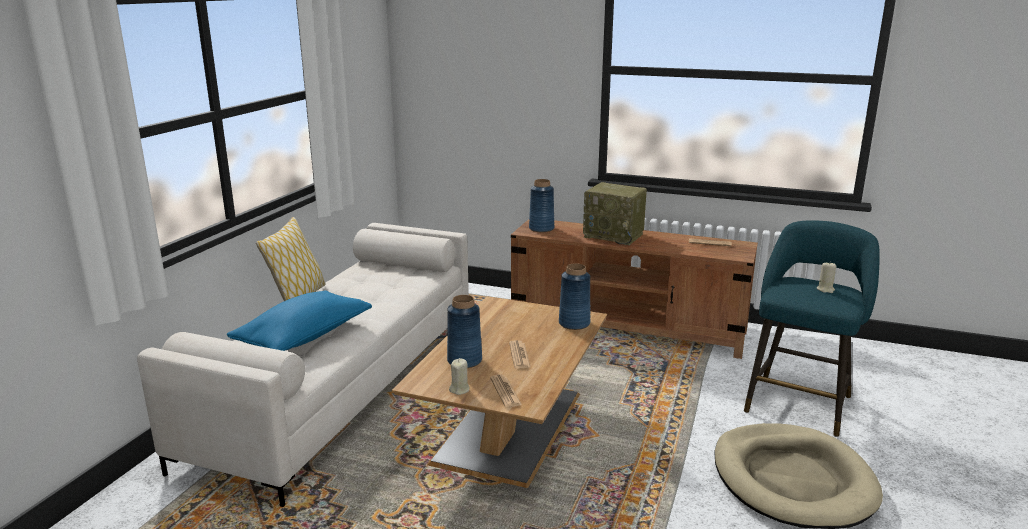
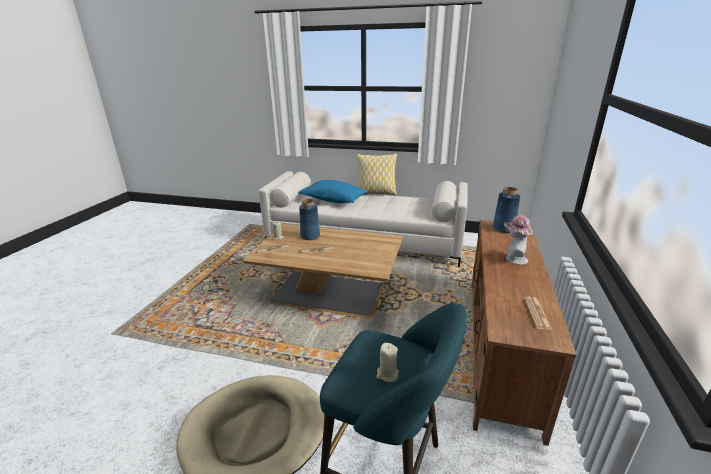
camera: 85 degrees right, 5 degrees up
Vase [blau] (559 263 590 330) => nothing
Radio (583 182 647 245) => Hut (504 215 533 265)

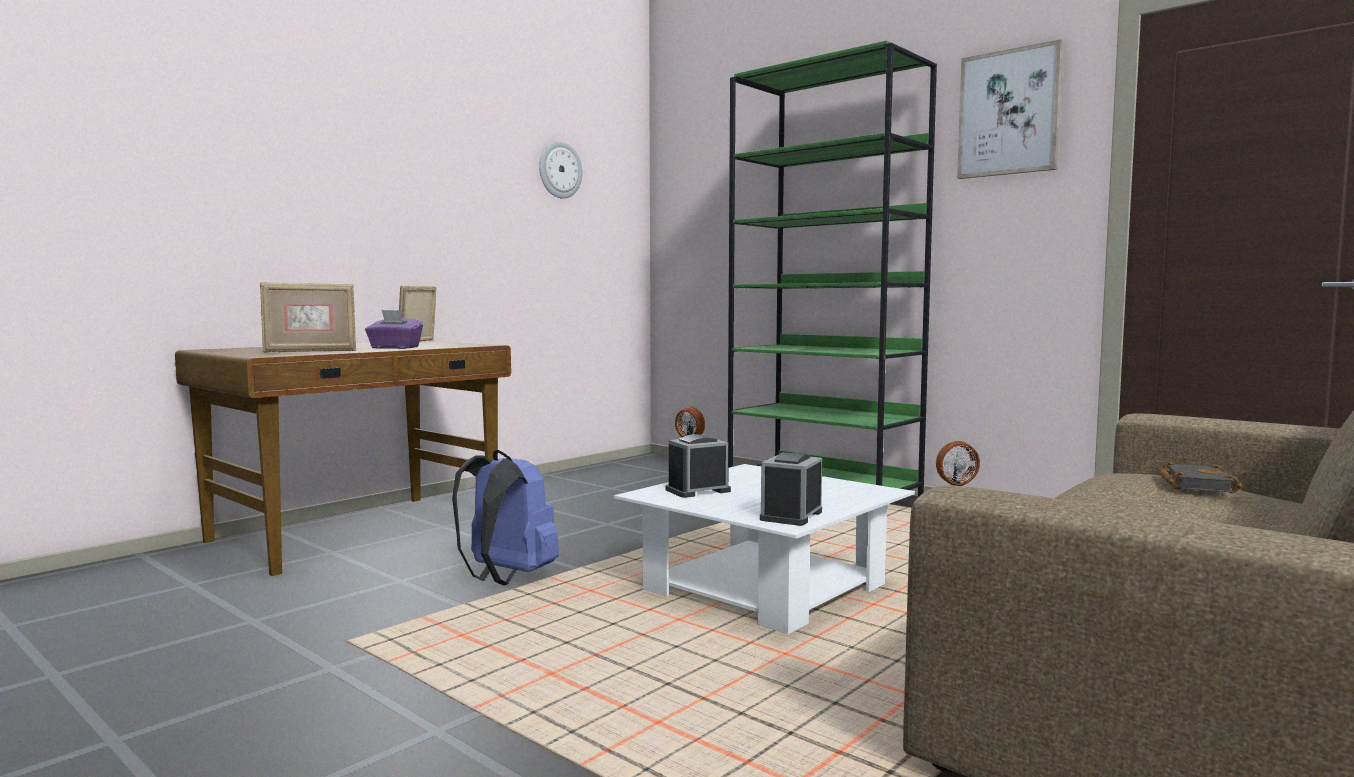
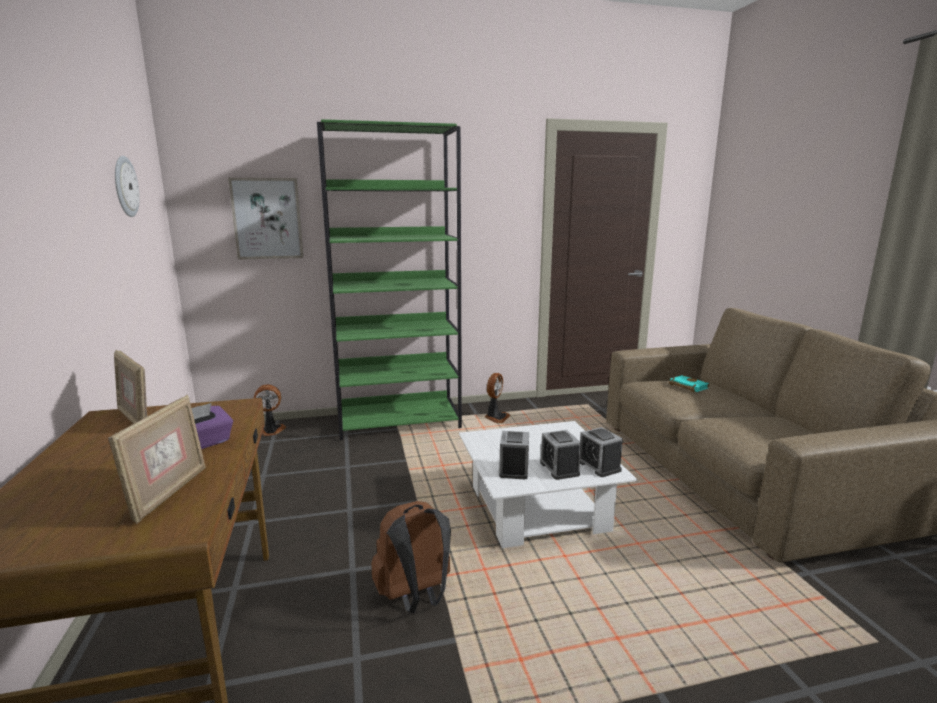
camera: 55 degrees left, 10 degrees up
nothing => Wecker (540 430 581 480)
Bild (957 39 1063 179) => Bild (228 178 304 260), move
Rucksack [blau] (452 449 559 586) => Rucksack [braun] (371 501 451 613)
Buch [schwarz] (1157 461 1243 493) => Buch [türkis] (669 375 710 392)

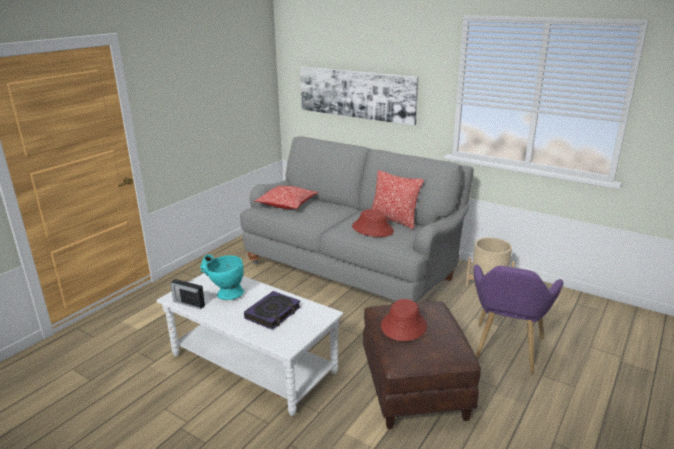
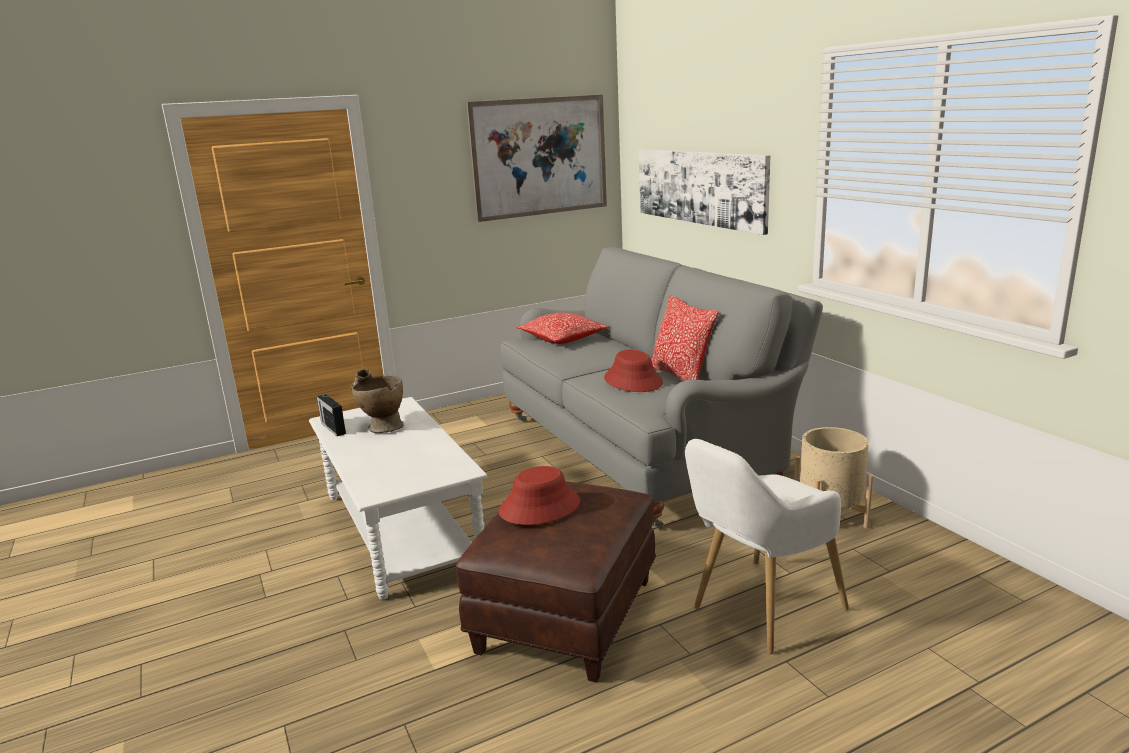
camera: 30 degrees right, 5 degrees down
Buch (244 291 301 330) => nothing
nothing => Bild (467 95 607 222)
Vase [türkis] (200 254 244 300) => Vase [beige] (351 369 404 433)
Sessel [lila] (473 265 564 374) => Sessel [weiß] (685 439 849 654)

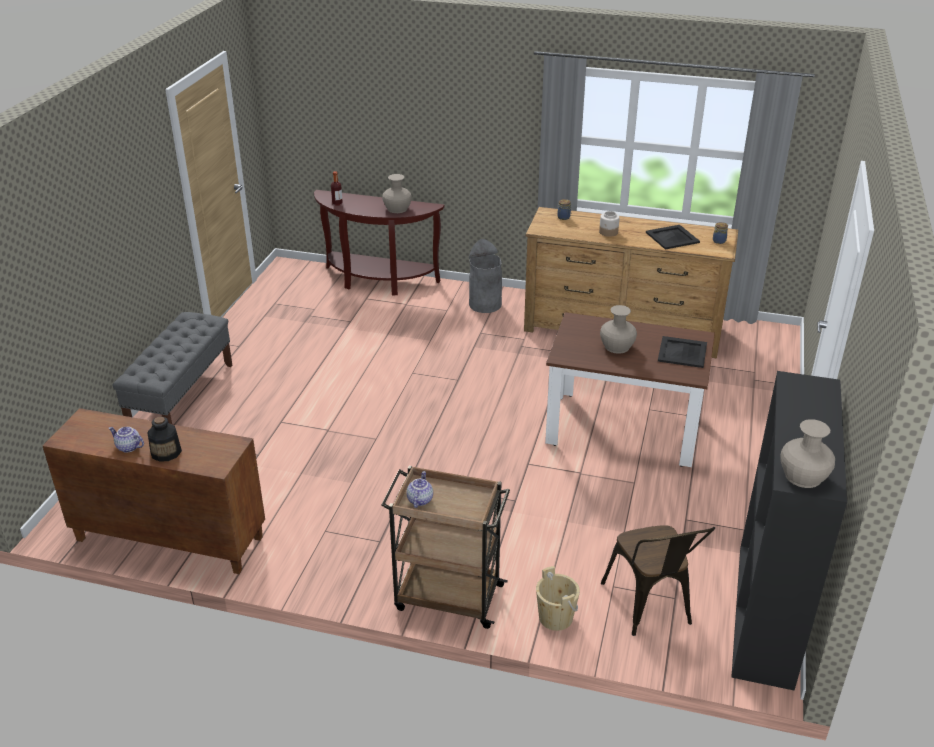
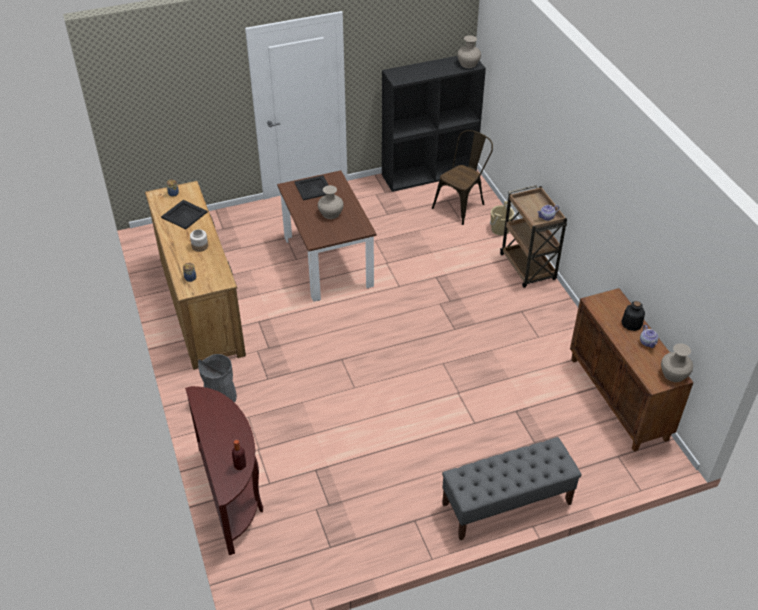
camera: 125 degrees left, 10 degrees up
Vase [beige] (382 174 412 213) => Vase [beige] (661 343 693 382), move

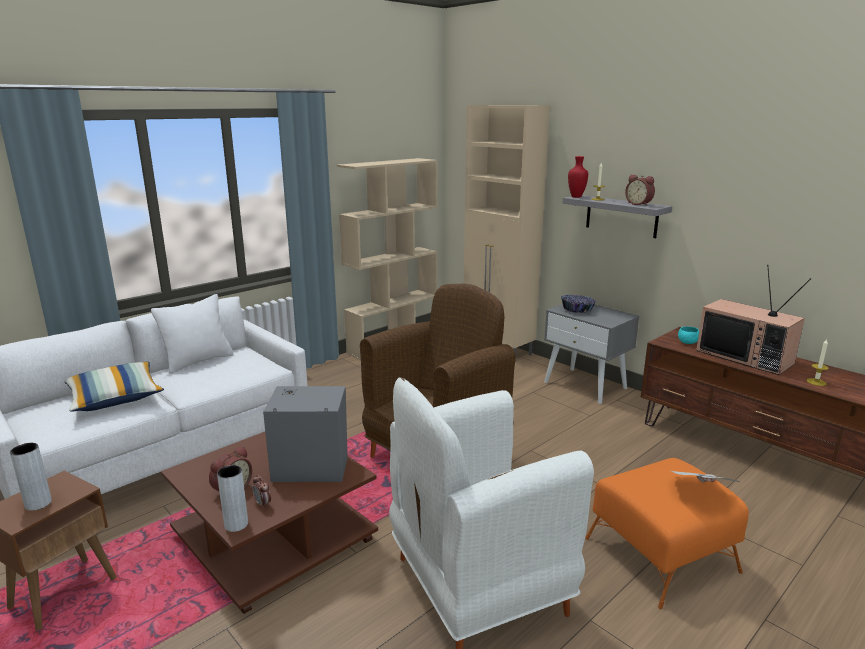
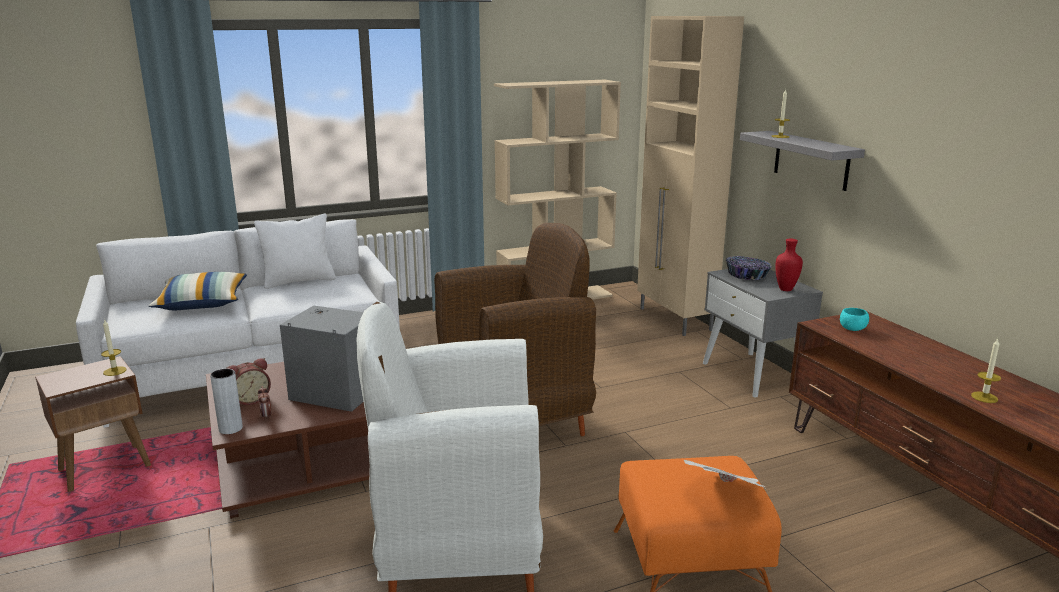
camera: 20 degrees right, 0 degrees up
Vase [grau] (10 443 52 511) => nothing
Wecker (625 175 655 206) => nothing
Fernseher (696 265 811 375) => nothing
nothing => Kerze (101 319 126 376)
Vase [rot] (568 156 588 198) => Vase [rot] (775 239 803 291), move

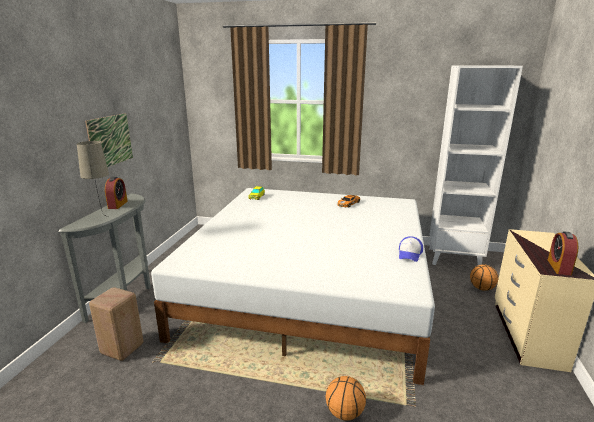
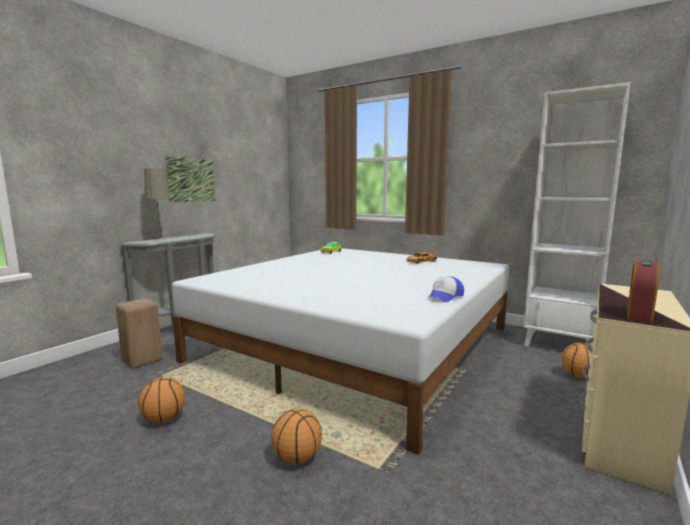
camera: 20 degrees right, 10 degrees down
Wecker (105 177 128 209) => nothing
nothing => Basketball (138 377 186 423)

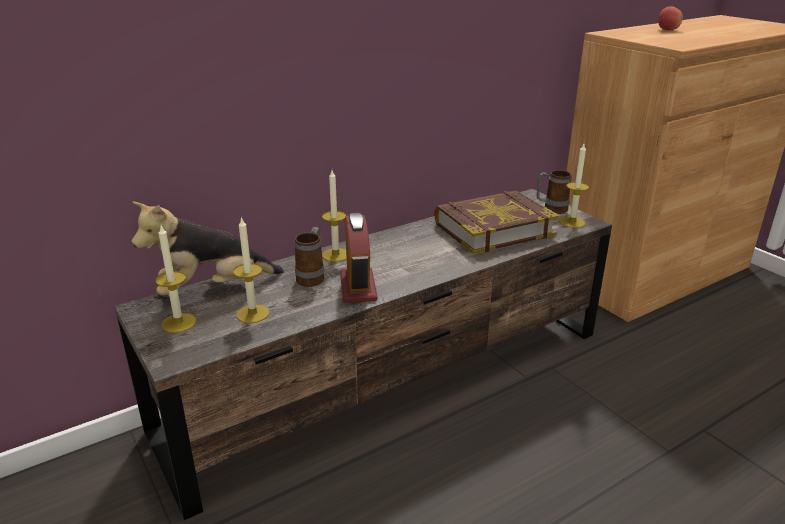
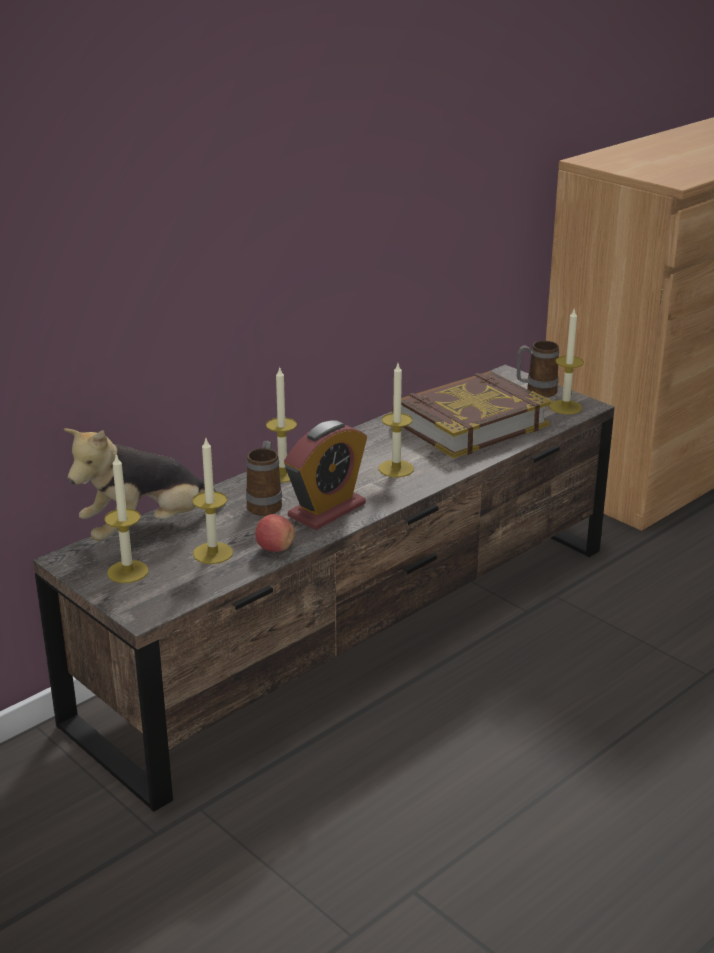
camera: 10 degrees left, 0 degrees up
nothing => Kerze (379 364 414 477)
Apfel (658 6 683 30) => Apfel (255 514 295 552), move
Wecker (340 213 378 303) => Wecker (284 420 367 530), 60 degrees clockwise

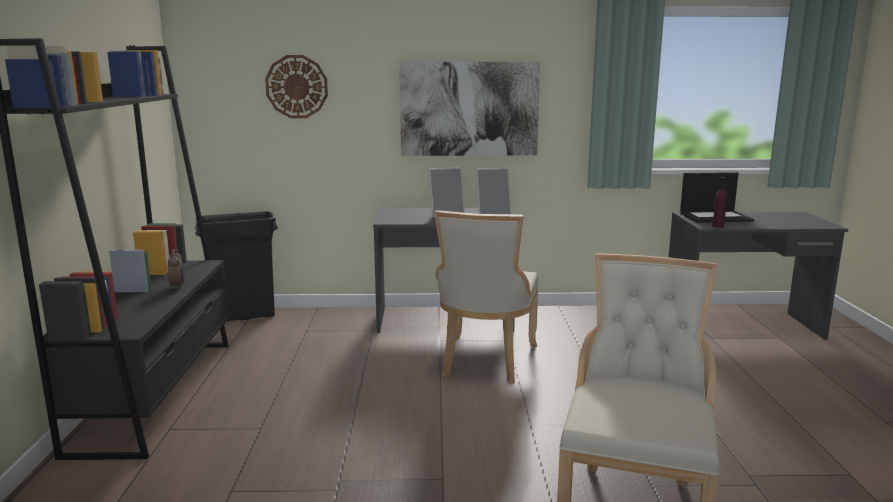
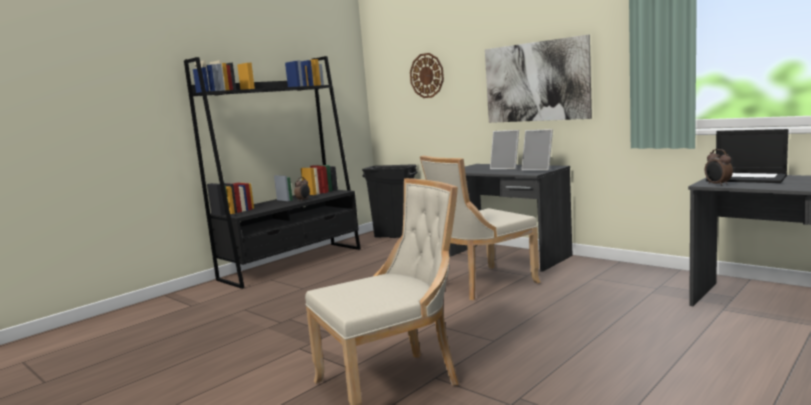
camera: 45 degrees right, 5 degrees down
Flasche [lila] (712 177 727 228) => Wecker (705 149 733 186)

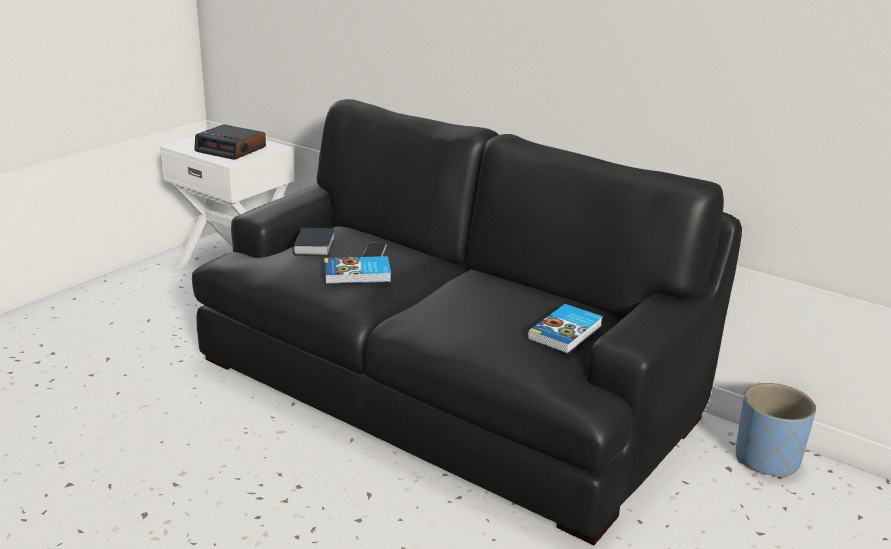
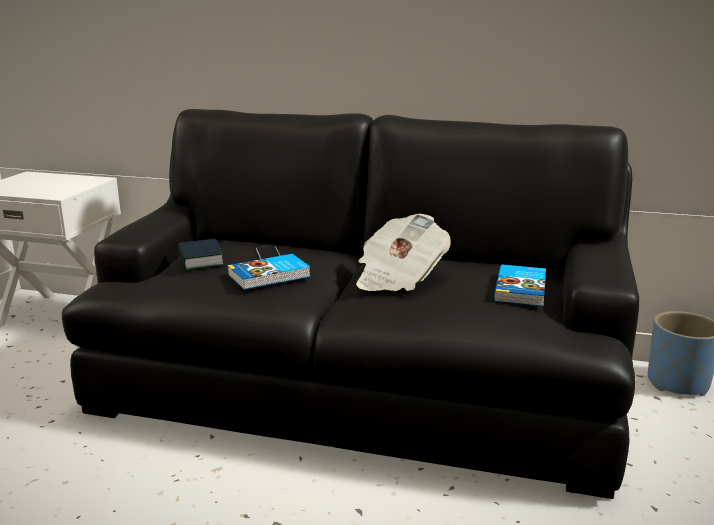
camera: 20 degrees left, 5 degrees down
Wecker (194 124 266 160) => nothing
nothing => Zeitung (356 214 451 291)

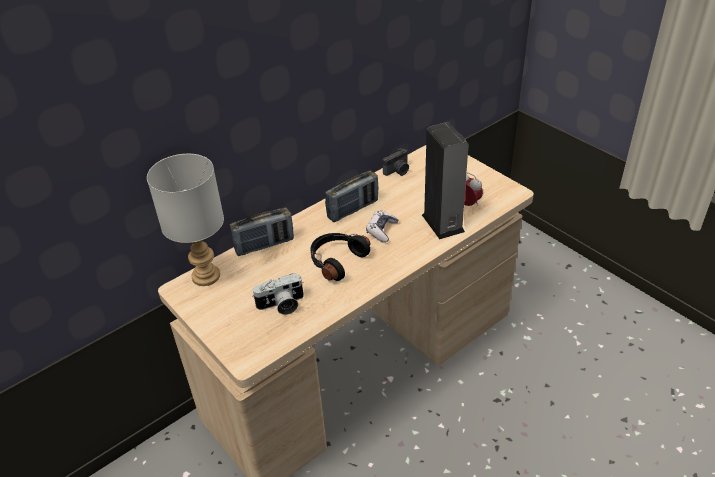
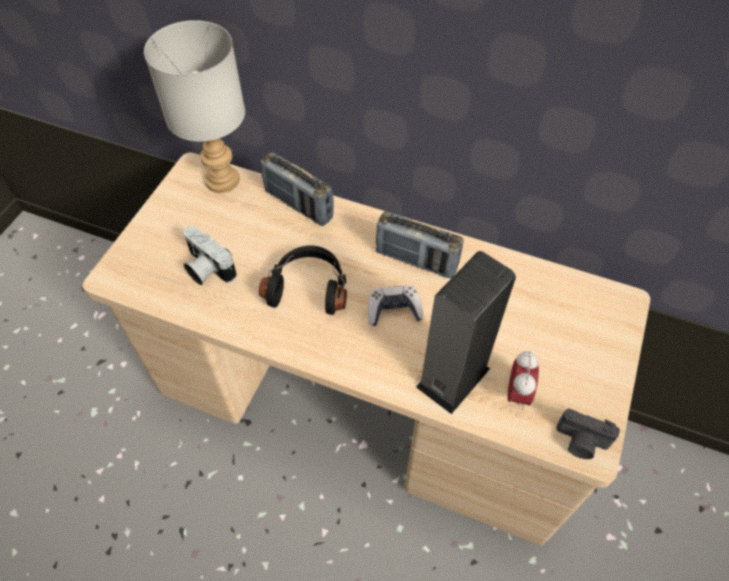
camera: 60 degrees right, 15 degrees up
Kamera (383 148 409 176) => Kamera (556 408 620 459), move

